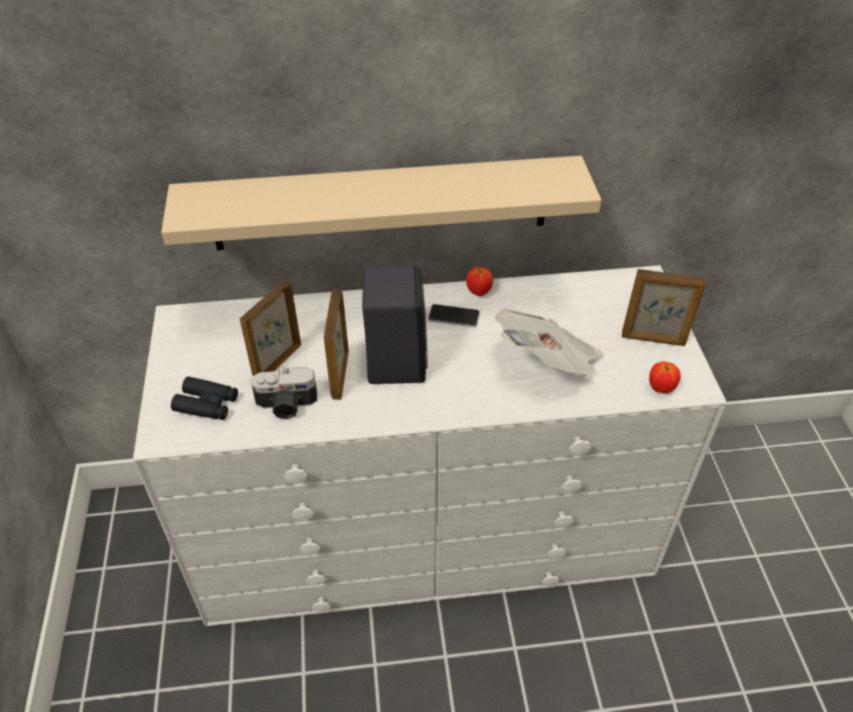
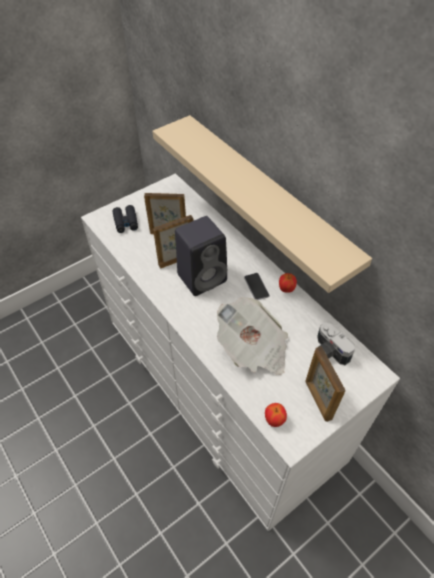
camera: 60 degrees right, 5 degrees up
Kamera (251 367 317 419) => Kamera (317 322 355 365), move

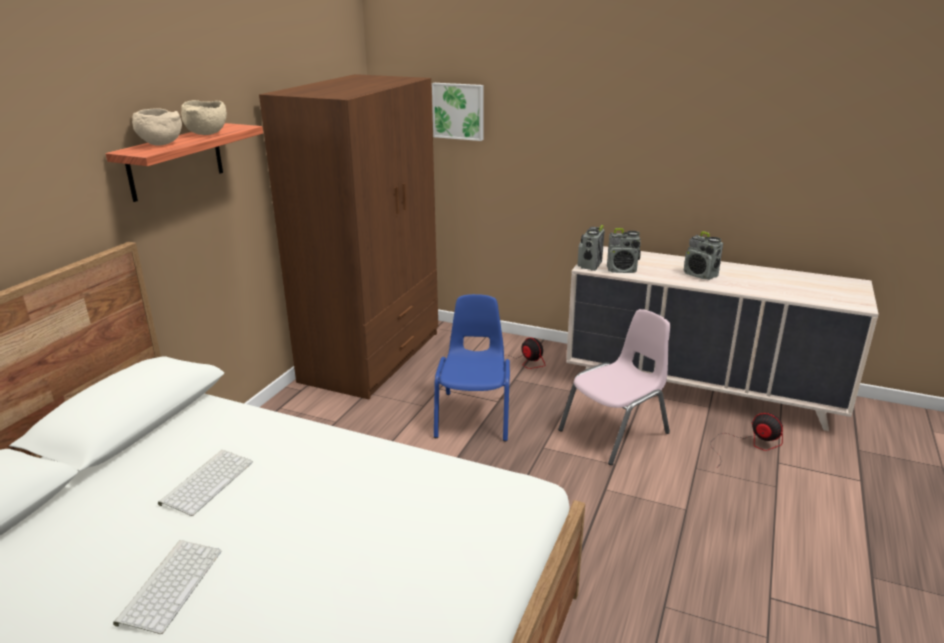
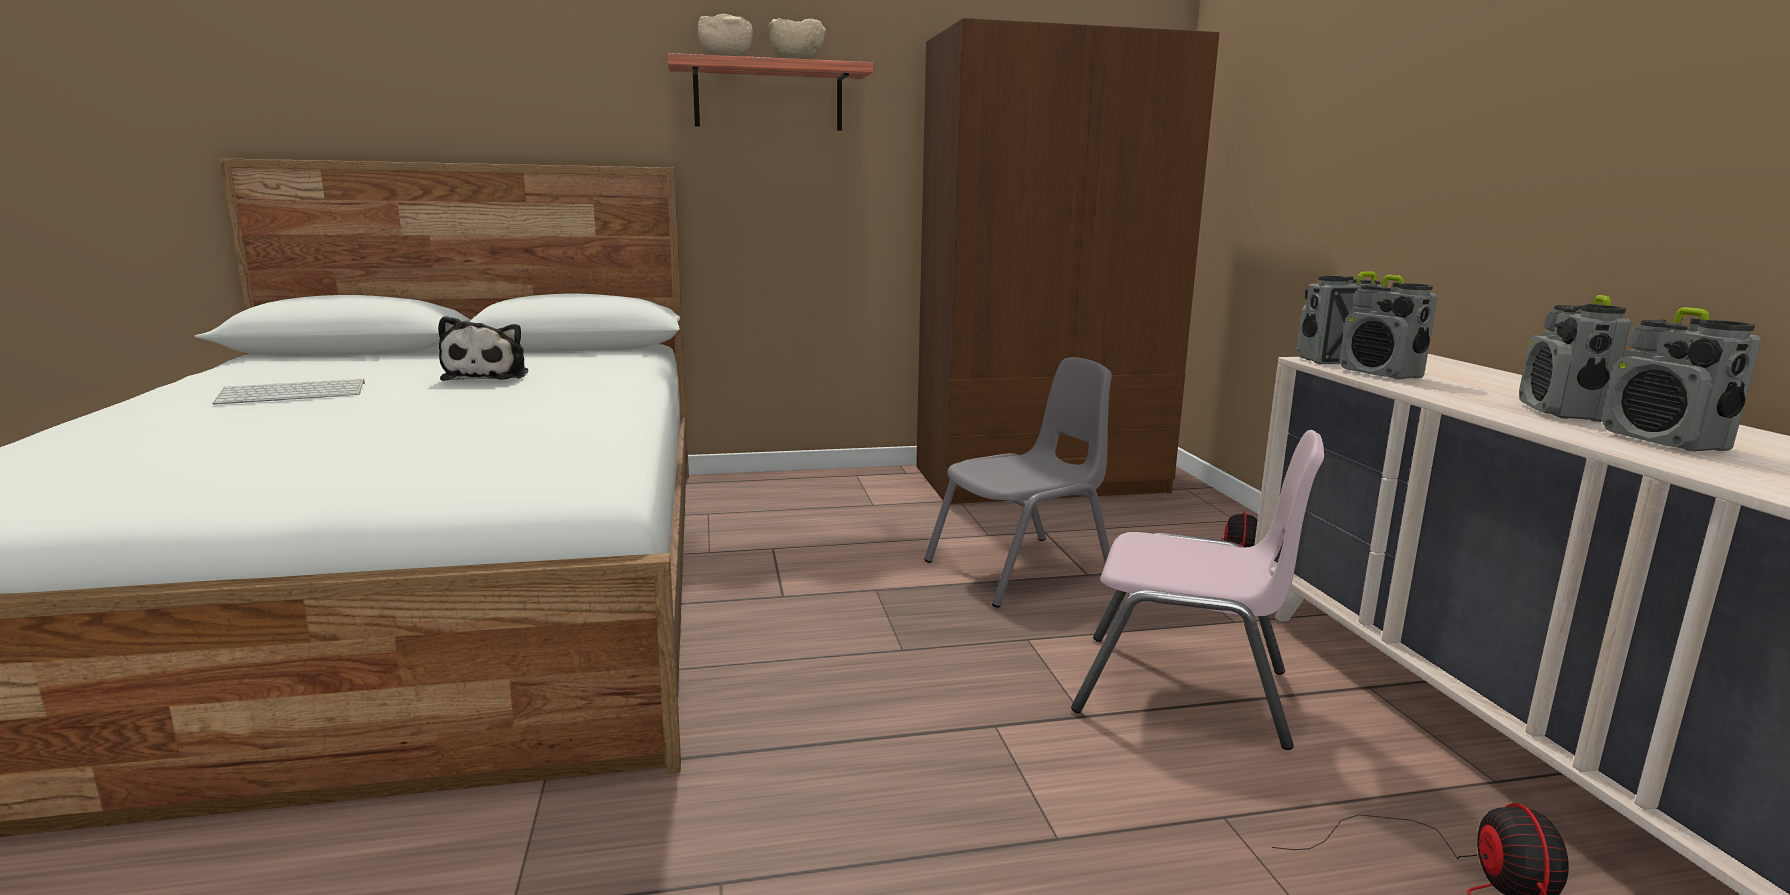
camera: 55 degrees right, 10 degrees down
Bild (432 83 483 141) => nothing
nothing => Radio (1602 307 1762 452)
Tastatur (158 450 253 516) => Plüschtier (438 316 528 381)
Stuhl [blau] (434 294 510 442) => Stuhl [grau] (924 357 1112 608)

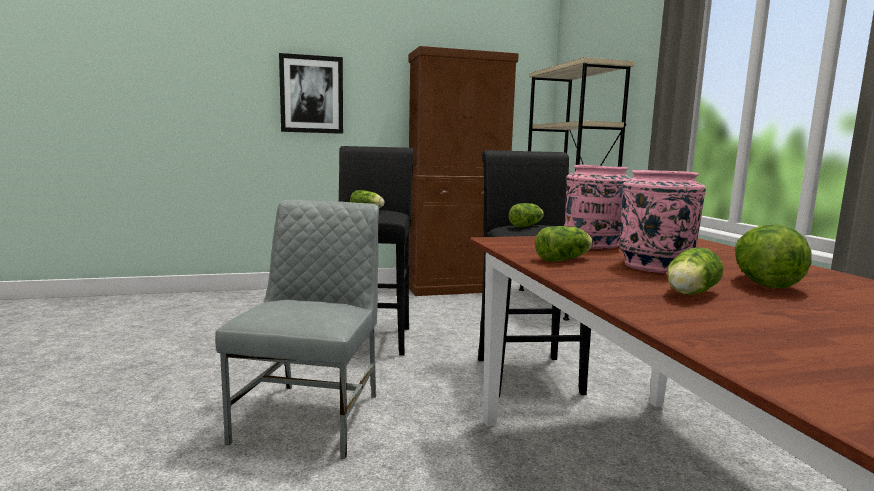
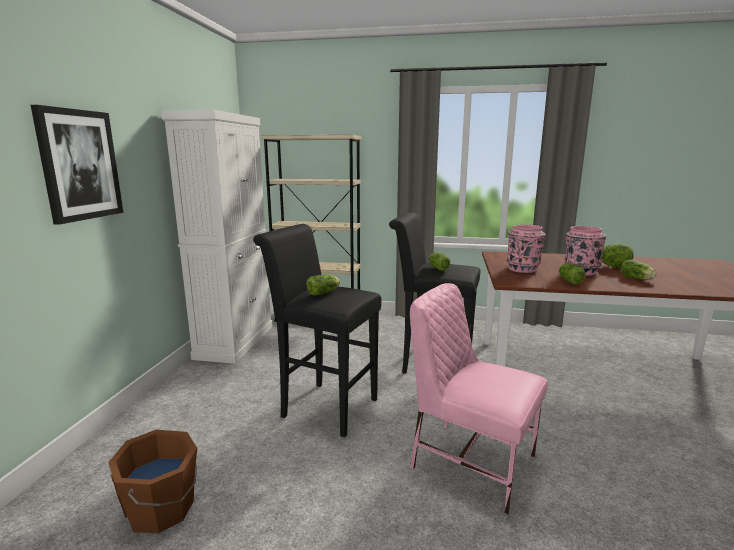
camera: 65 degrees left, 5 degrees up
nothing => Eimer [braun] (108 430 197 533)
Stuhl [grau] (215 199 379 459) => Stuhl [rosa] (410 283 548 515)
Schrank [braun] (408 46 519 296) => Schrank [weiß] (161 110 273 364)

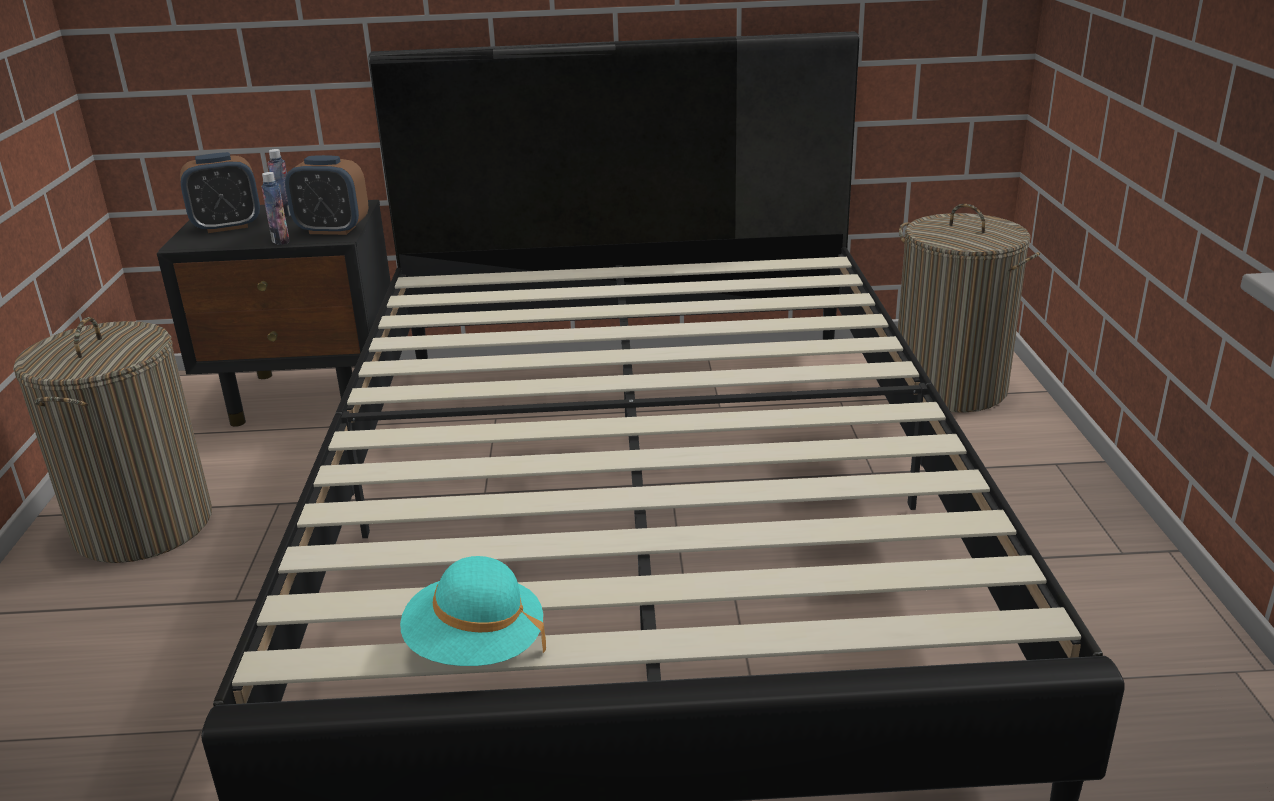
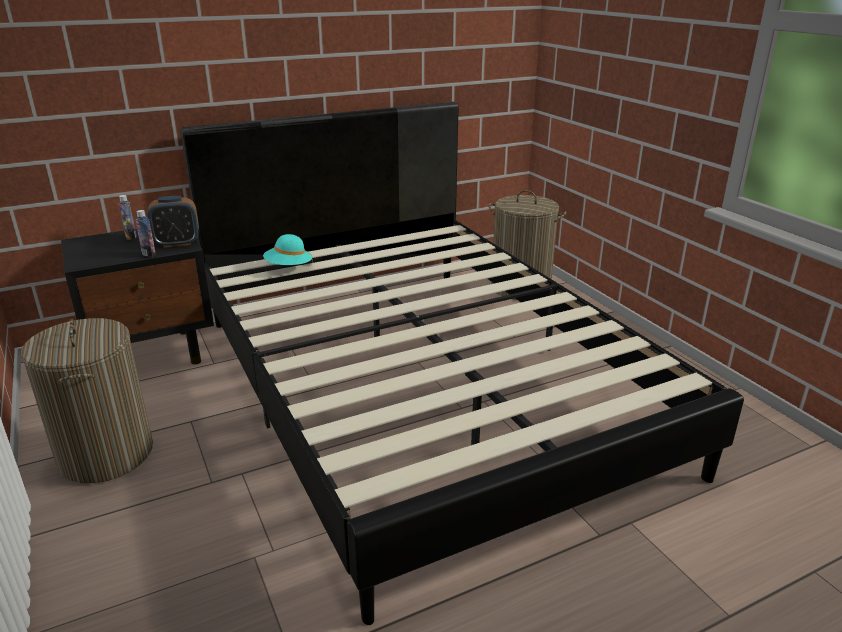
camera: 25 degrees left, 0 degrees up
Wecker (180 152 260 233) => nothing
Hut [türkis] (400 556 546 666) => Hut [türkis] (263 234 313 265), move

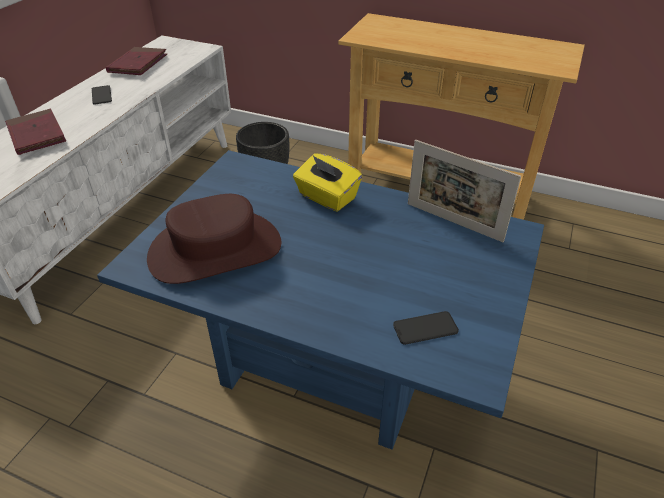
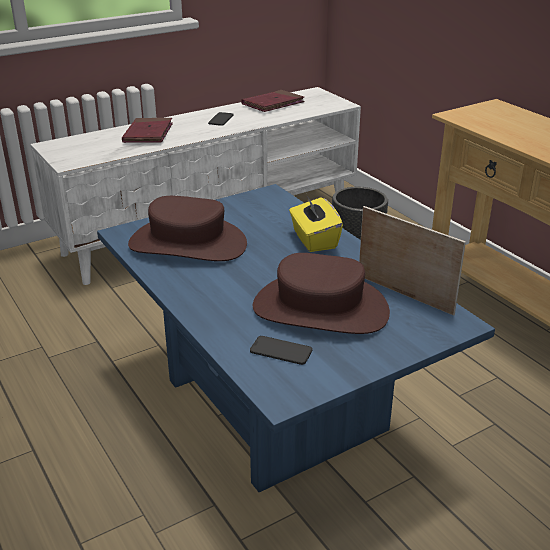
camera: 35 degrees right, 10 degrees down
nothing => Hut [braun] (253 253 390 334)
Bilderrahmen (408 140 521 242) => Bilderrahmen (359 206 466 316), 150 degrees clockwise

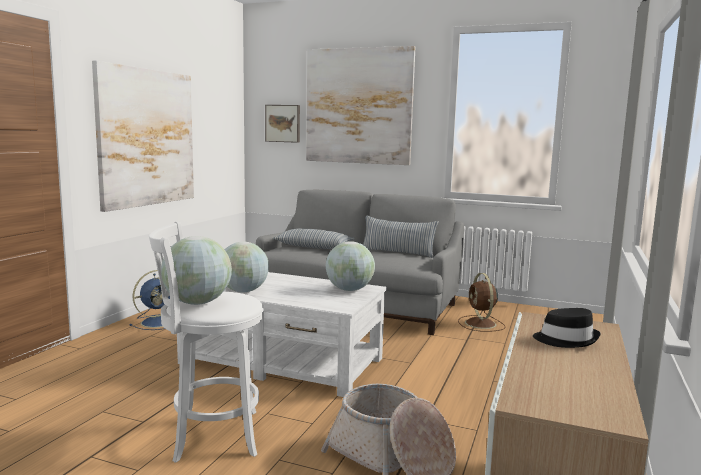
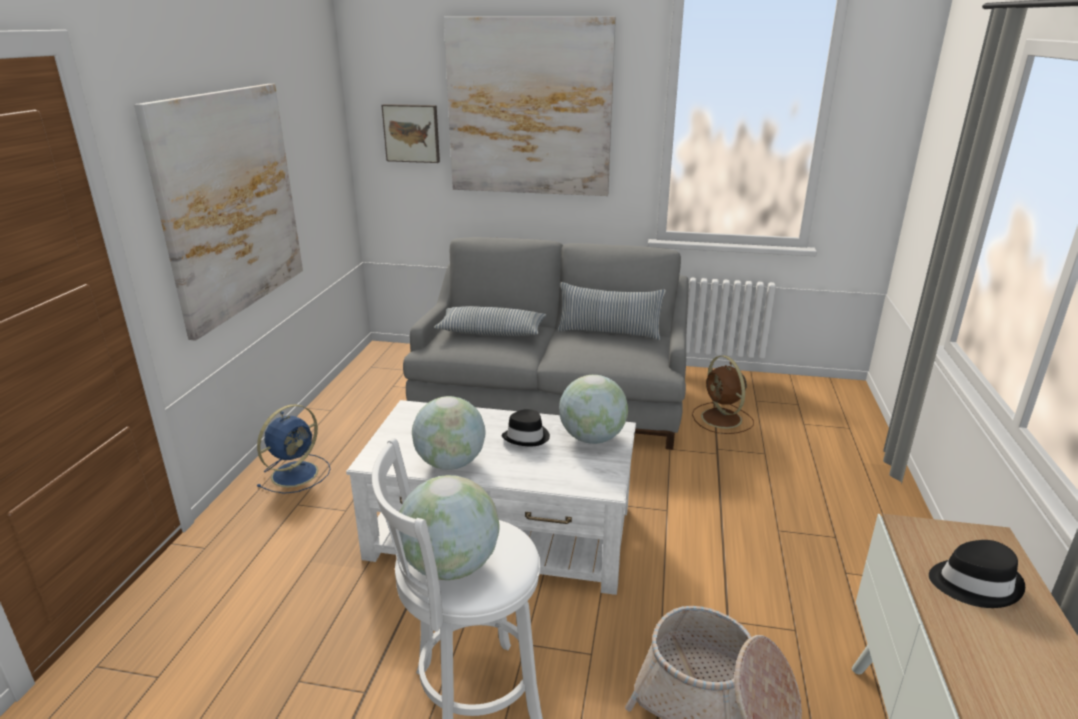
camera: 10 degrees left, 15 degrees up
nothing => Hut [schwarz] (501 409 550 446)

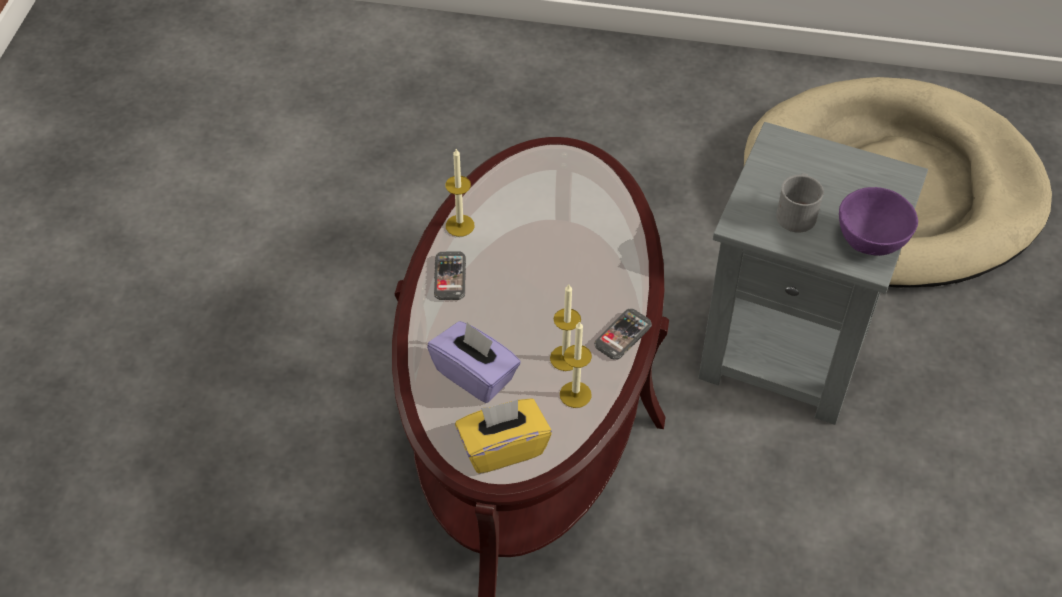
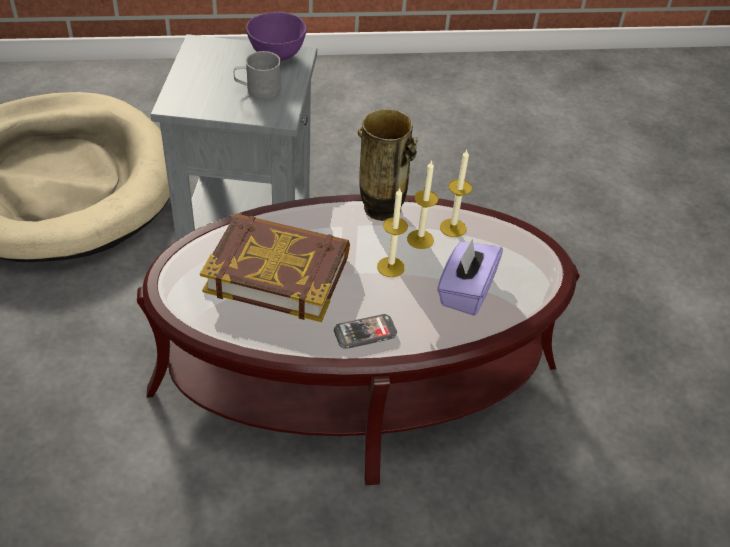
camera: 110 degrees left, 5 degrees down
Taschentuchbox [gelb] (455 398 552 474) => nothing
nothing => Buch (200 213 350 322)
Kerze (445 149 475 237) => Kerze (377 188 408 277), move
Handy (594 309 652 360) => Vase (358 109 418 221)

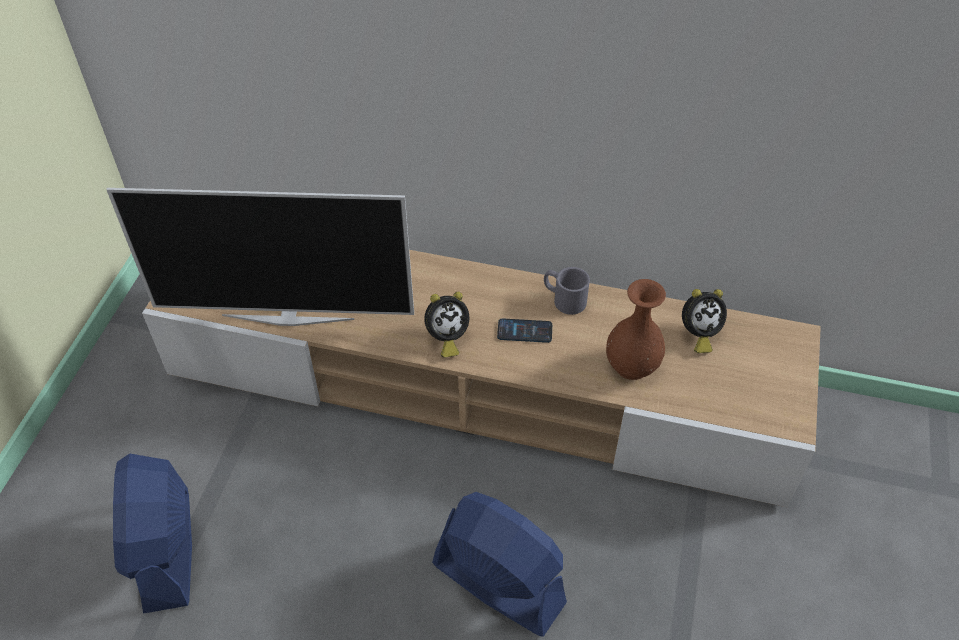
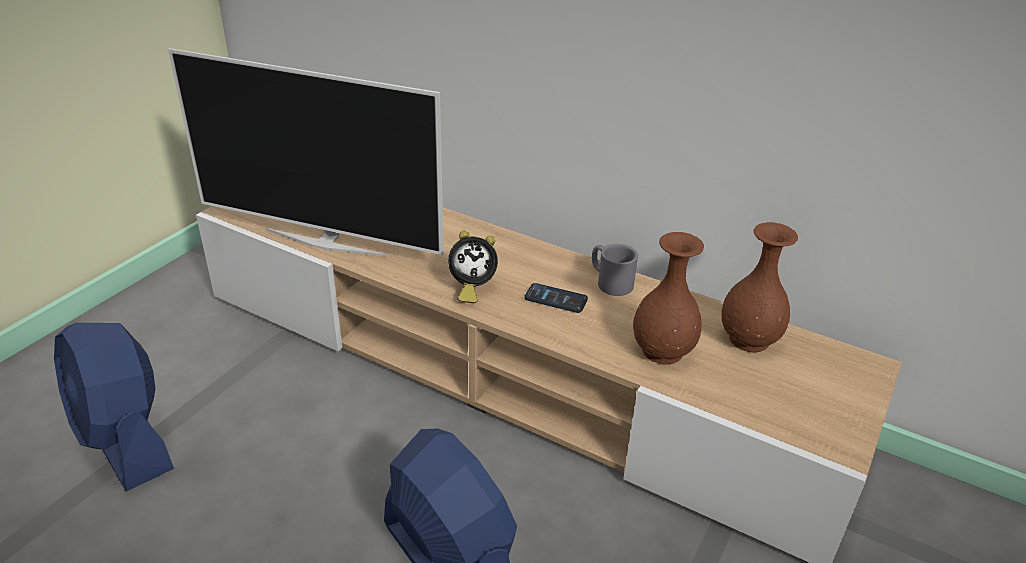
camera: 15 degrees right, 15 degrees down
Wecker (682 289 727 353) => Vase [braun] (721 222 798 352)
Ventilator [blau] (113 454 192 614) => Ventilator [blau] (54 323 174 492), 45 degrees counterclockwise

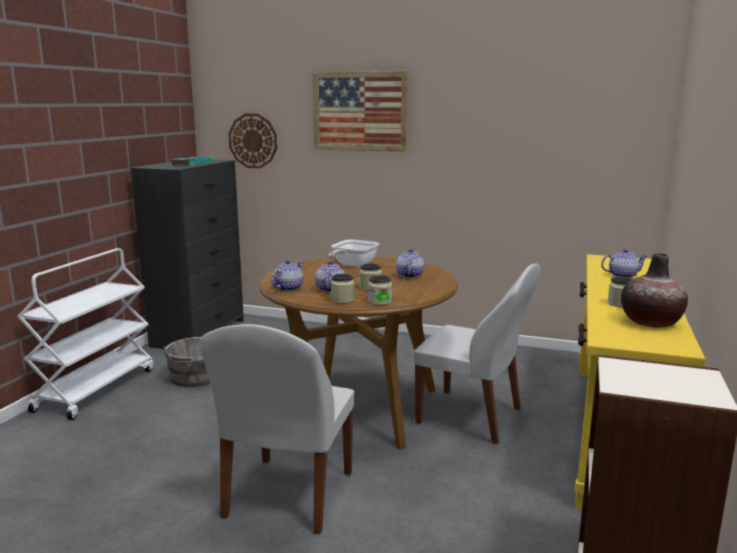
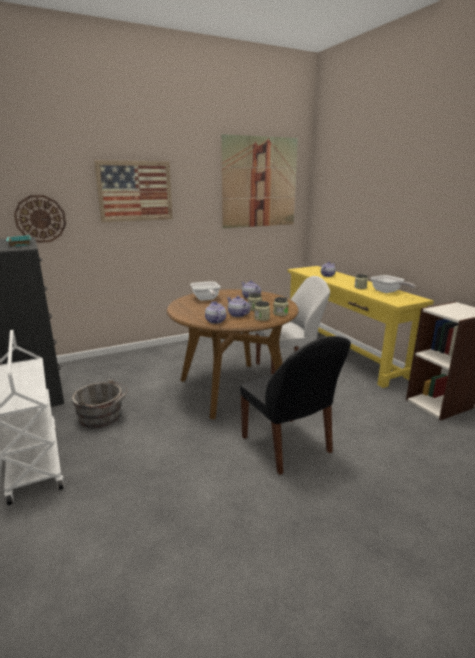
camera: 45 degrees left, 5 degrees up
nothing => Bild (221 134 298 228)
Vase (621 253 688 328) => Pfanne (371 275 415 293)
Stuhl [weiß] (199 324 354 534) => Stuhl [schwarz] (240 336 351 475)

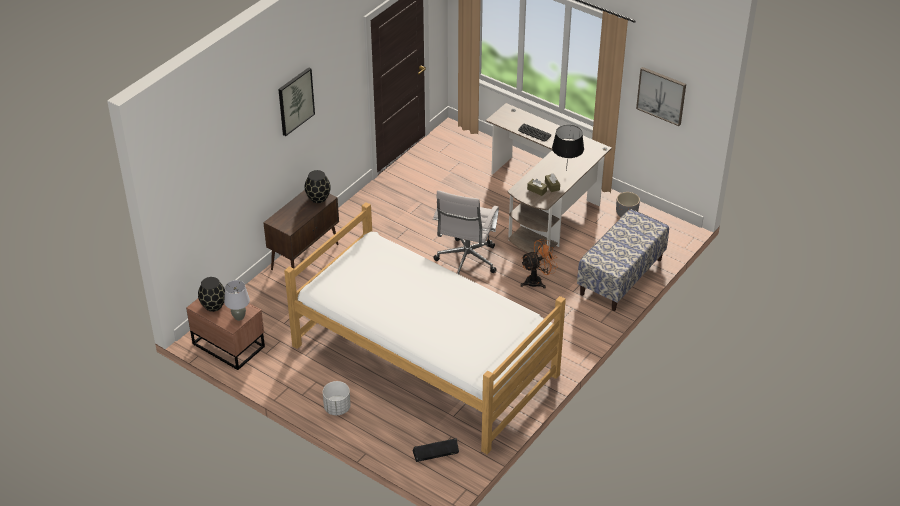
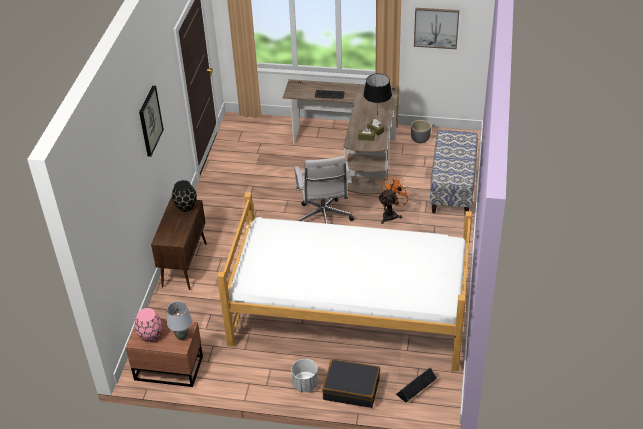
camera: 25 degrees left, 0 degrees up
nothing => Koffer [schwarz] (322 359 380 408)
Vase [schwarz] (198 277 225 312) => Vase [rosa] (134 308 163 342)

